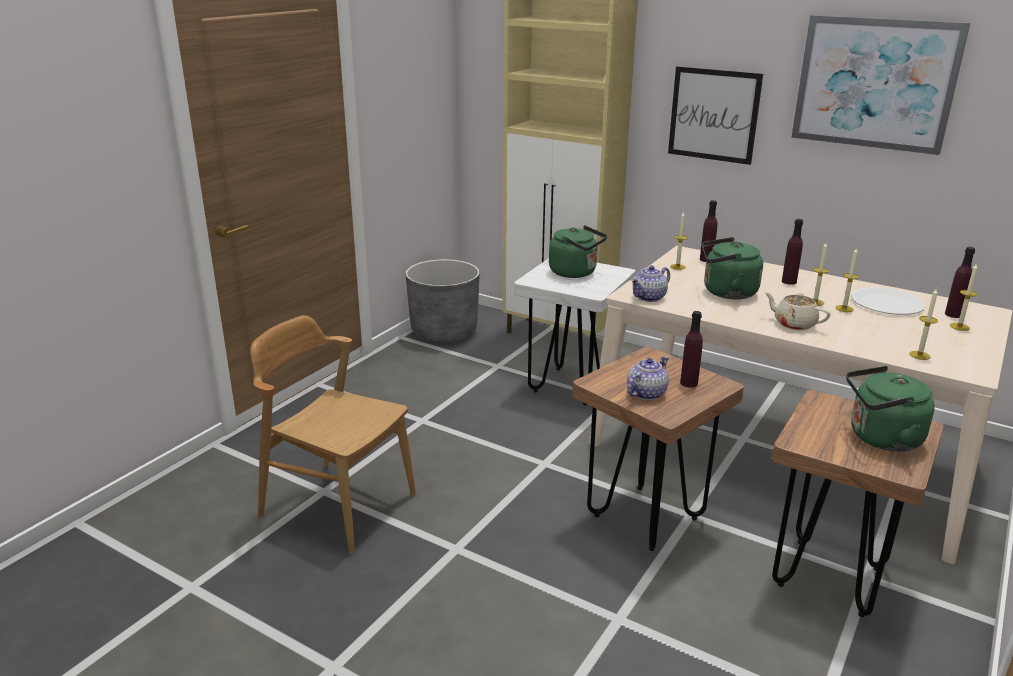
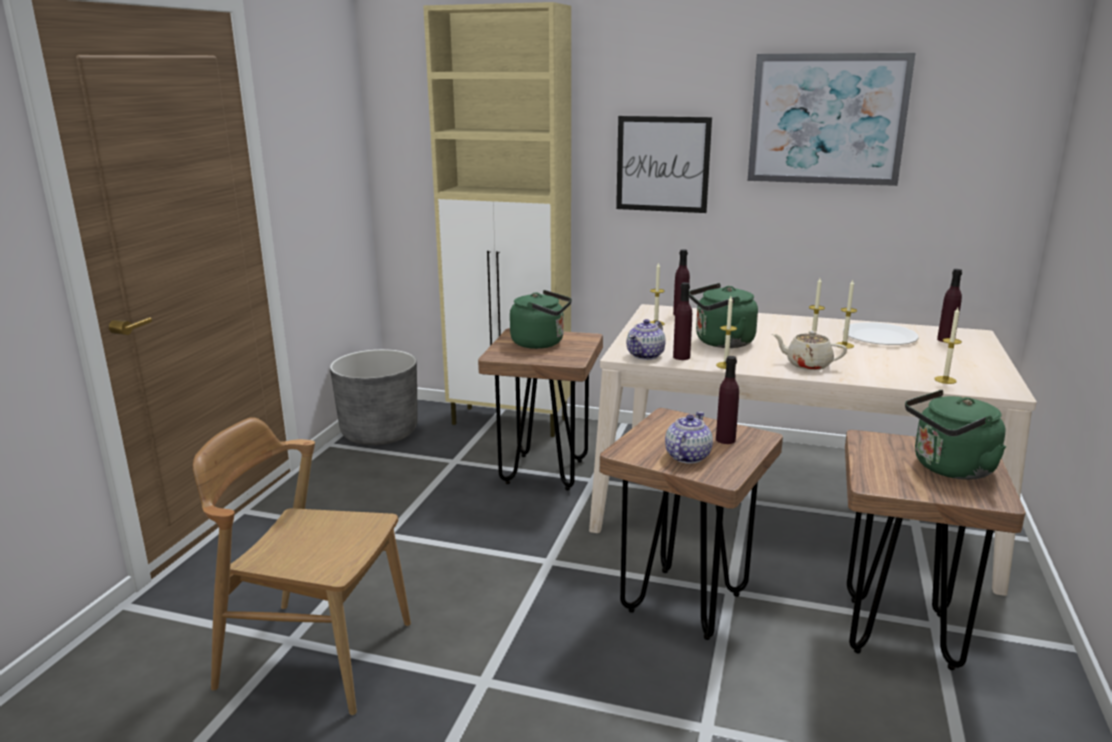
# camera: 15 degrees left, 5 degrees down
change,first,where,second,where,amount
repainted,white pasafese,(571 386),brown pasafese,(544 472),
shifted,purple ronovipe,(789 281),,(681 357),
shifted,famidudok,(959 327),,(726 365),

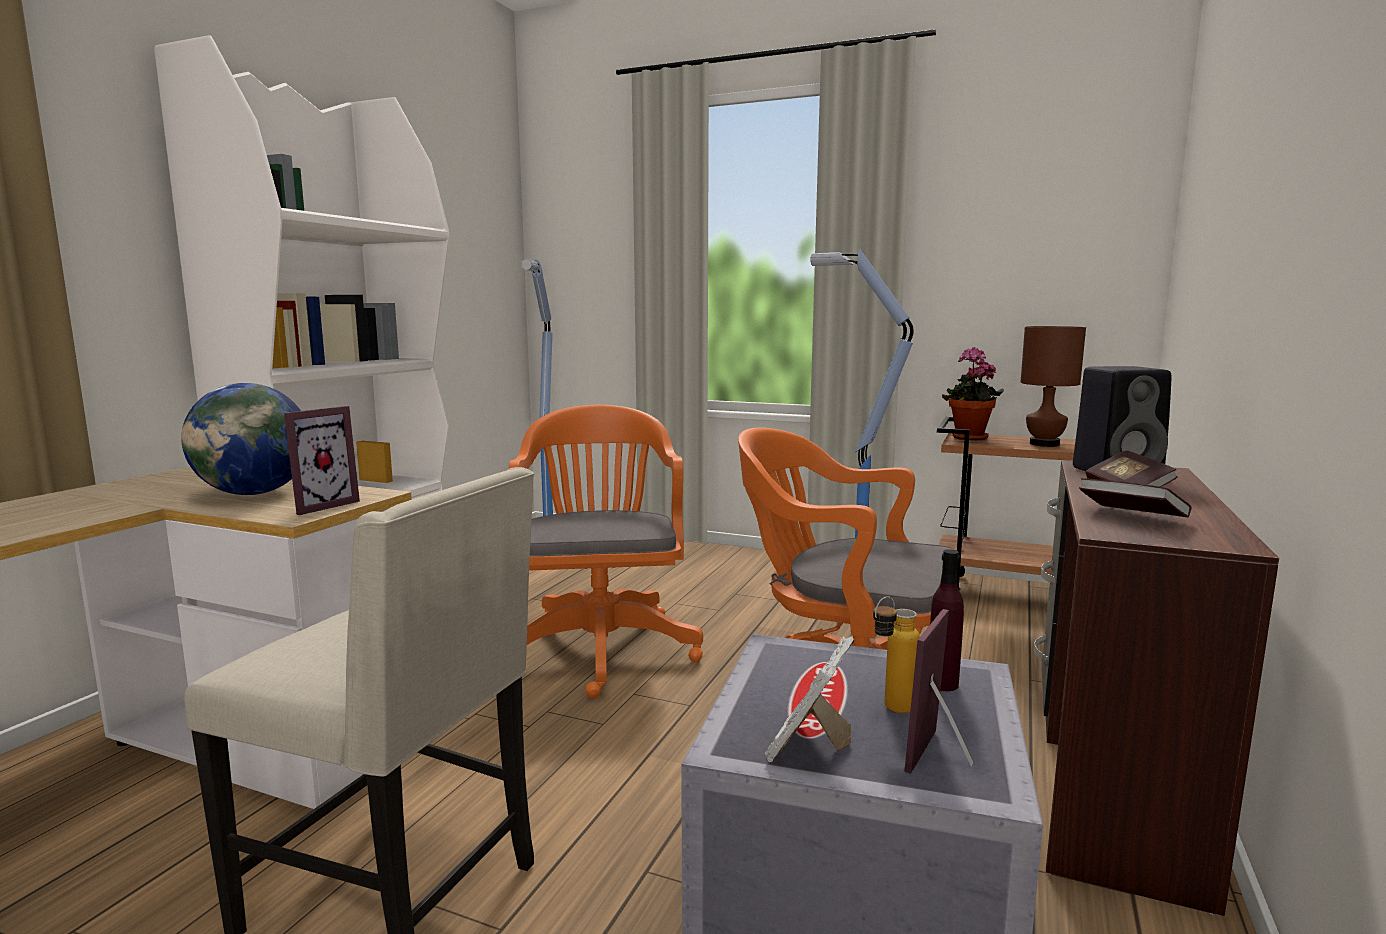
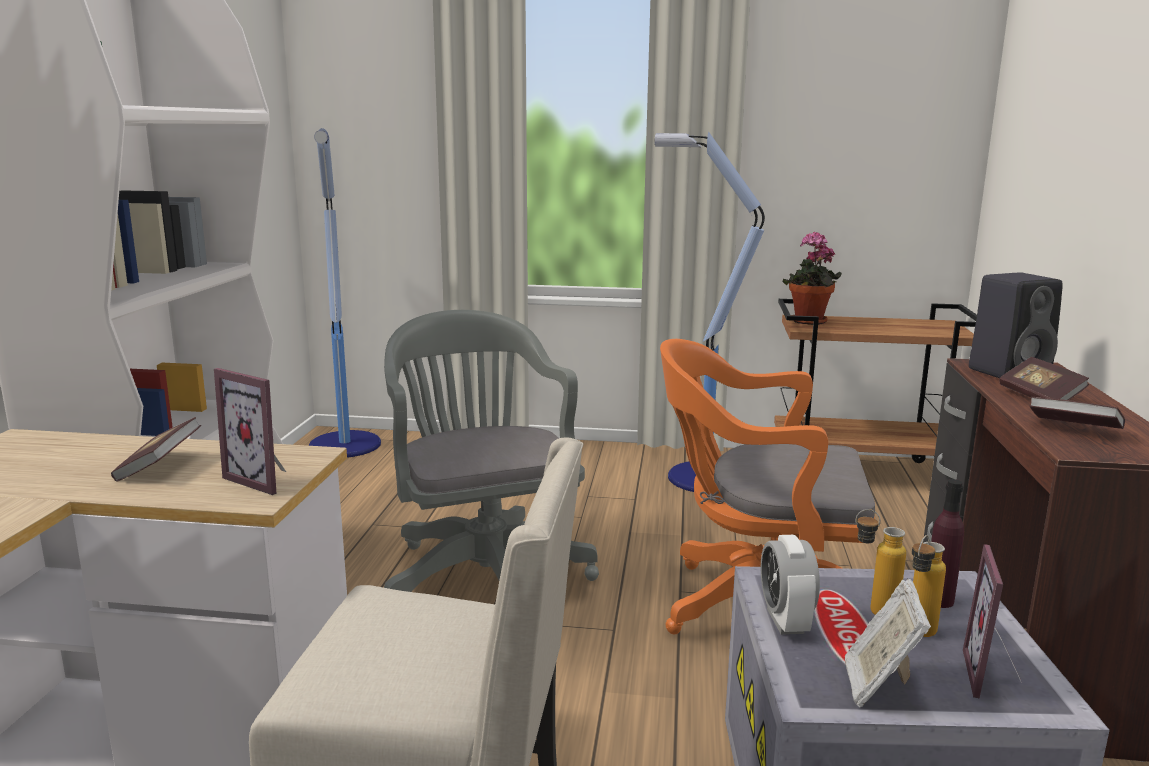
# camera: 15 degrees left, 5 degrees up
change,first,where,second,where,amount
swapped,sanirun,(254 493),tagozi,(159 466),
rotated,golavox,(319 505),,(265 479),105 degrees clockwise
repainted,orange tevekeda,(601 645),grey tevekeda,(483 572),
gone,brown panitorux,(1044 444),,,
new,,,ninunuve,(785 621),
new,,,ronovipe,(872 611),

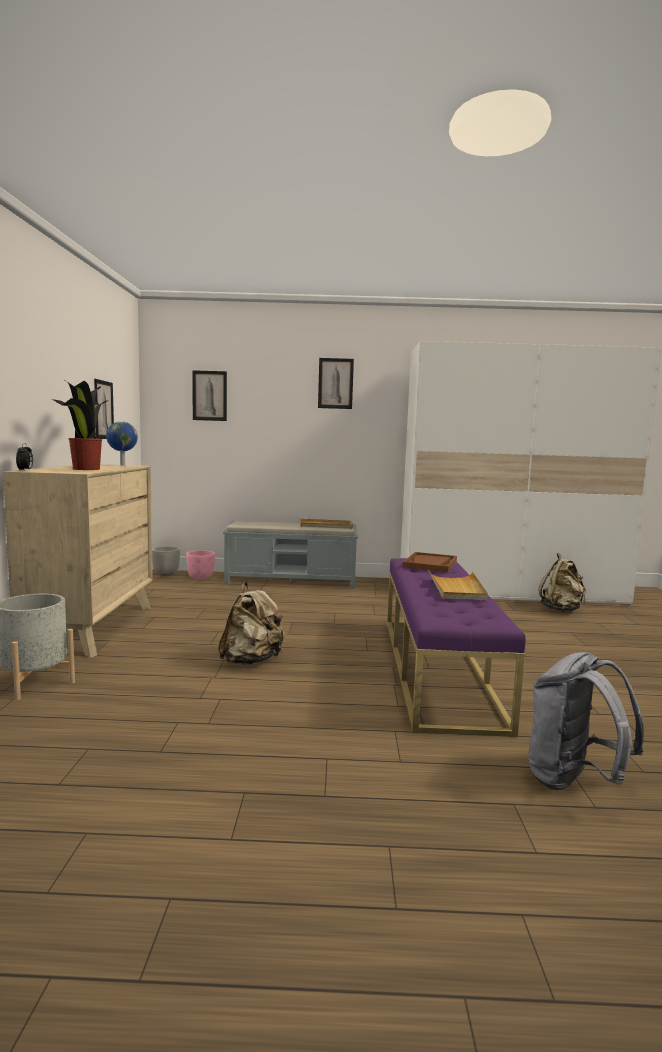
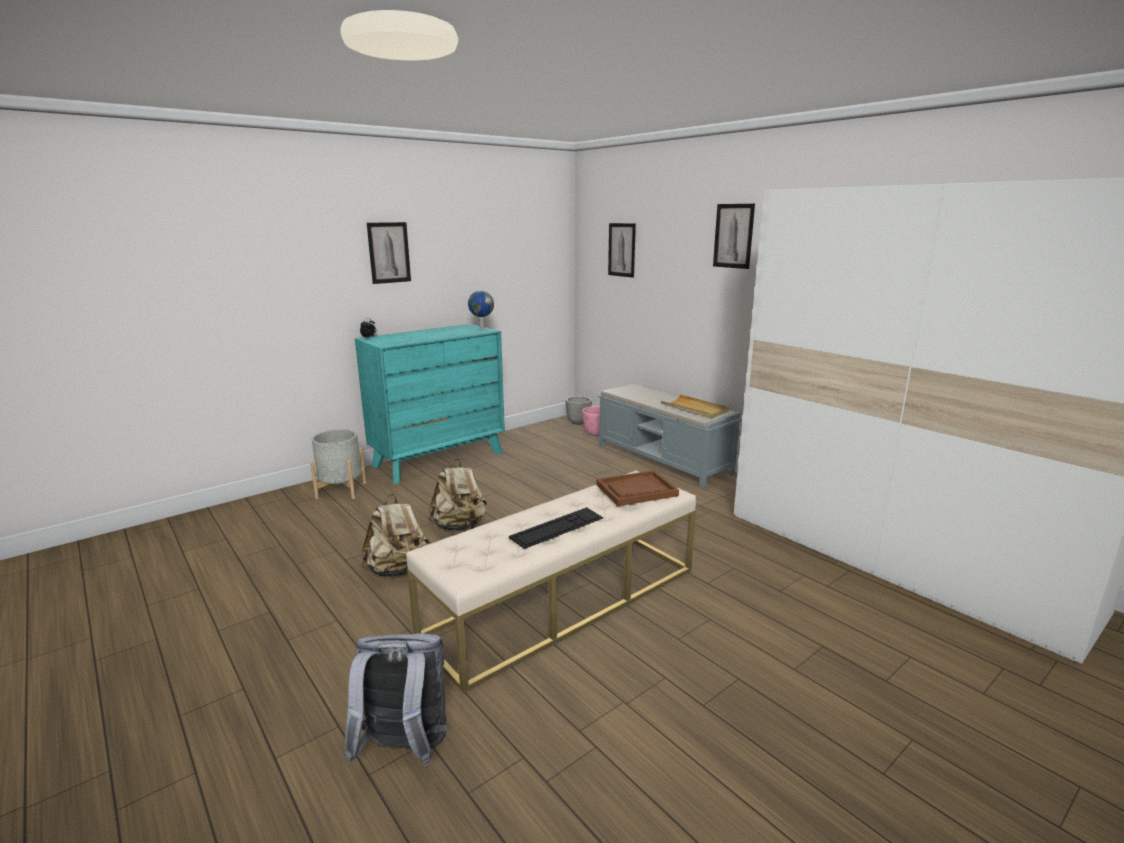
# camera: 50 degrees right, 10 degrees up
change,first,where,second,where,amount
repainted,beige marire,(92 627),turquoise marire,(439 459),
gone,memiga,(85 469),,,
shifted,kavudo,(103 410),,(389 252),
repainted,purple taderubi,(437 668),beige taderubi,(564 602),
swapped,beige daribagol,(457 588),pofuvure,(557 527),
shifted,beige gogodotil,(561 610),,(398 570),

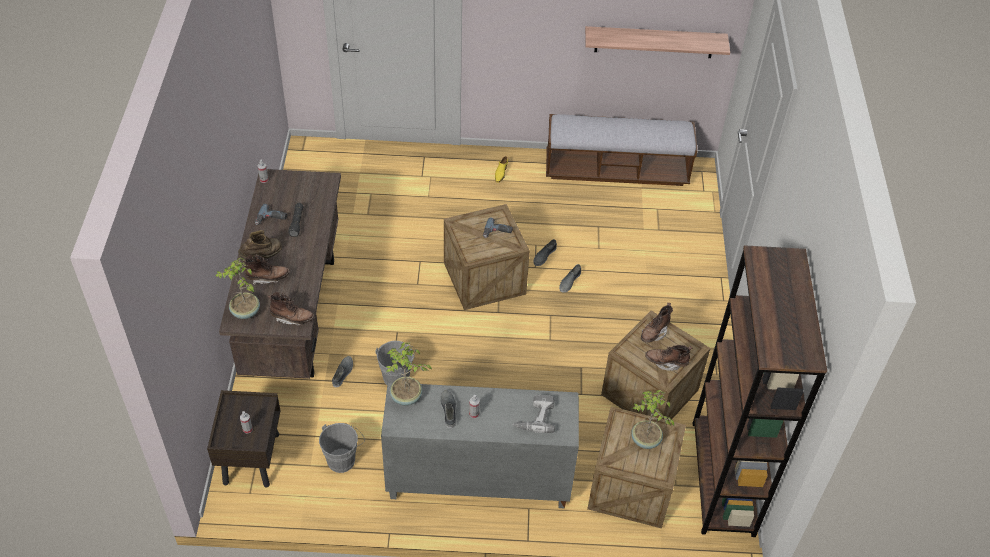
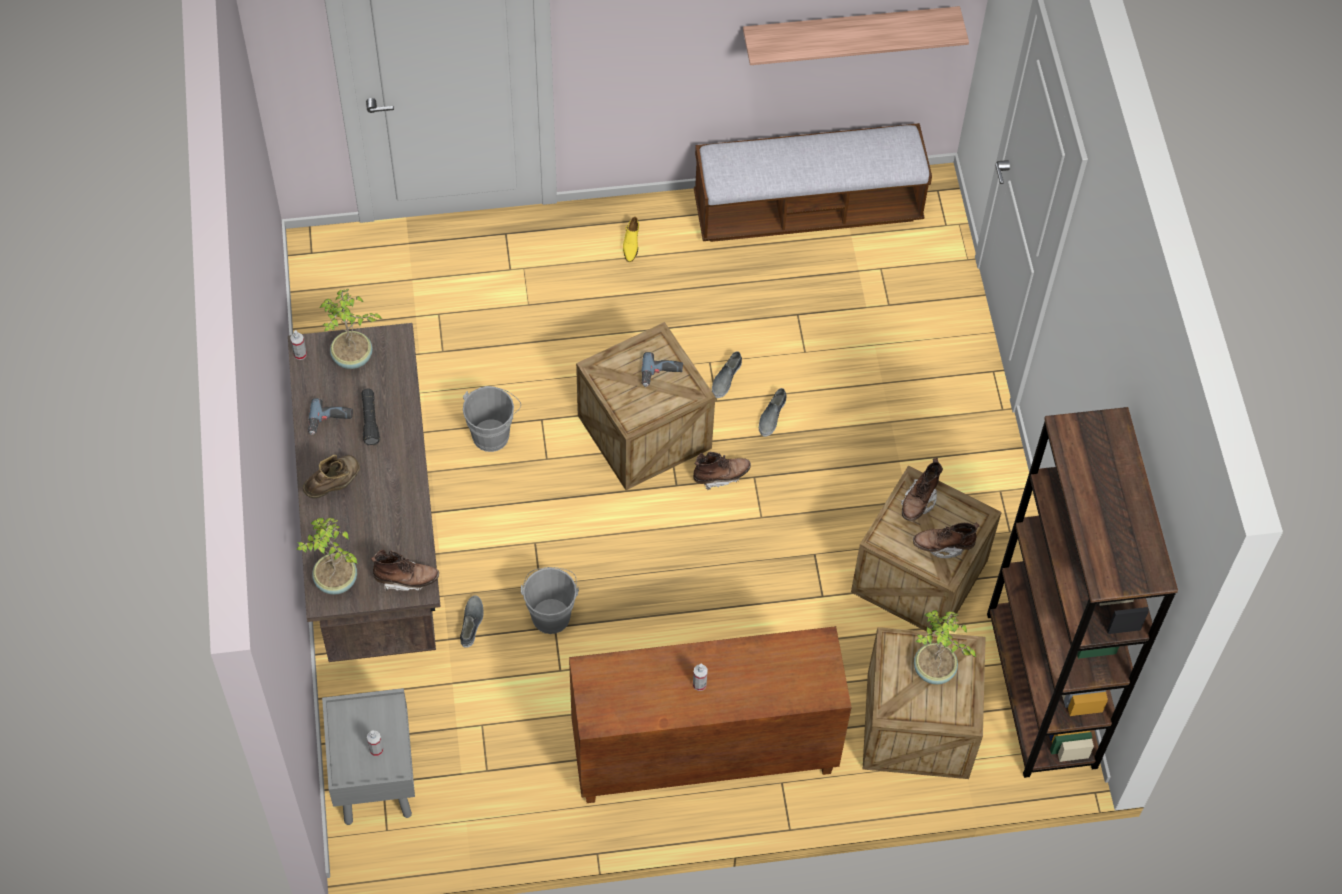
# camera: 10 degrees left, 10 degrees up
change,first,where,second,where,amount
repainted,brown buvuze,(251 458),grey buvuze,(374 777),
shifted,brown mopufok,(267 278),,(721 475),
shifted,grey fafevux,(343 459),,(493 432),
repainted,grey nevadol,(477 481),brown nevadol,(702 755),
shifted,memiga,(406 397),,(352 358),
gone,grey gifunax,(448 410),,,
gone,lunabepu,(534 417),,,

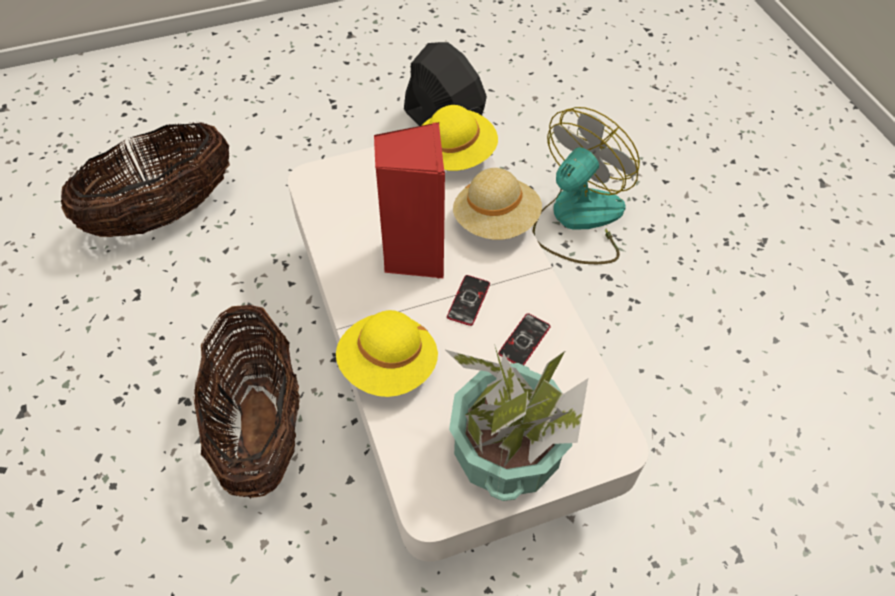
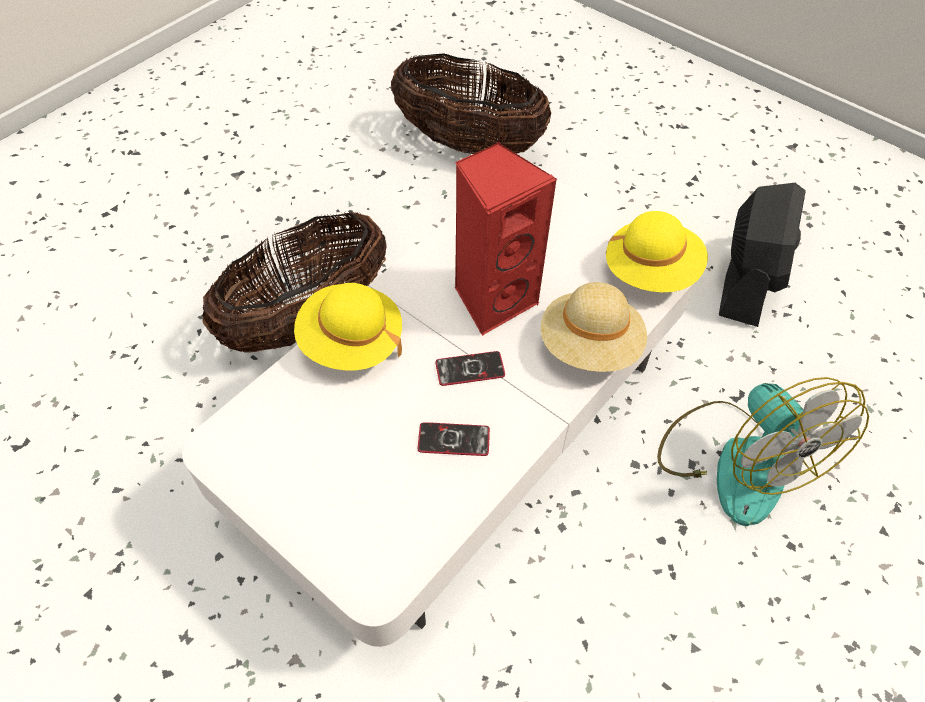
# camera: 60 degrees right, 0 degrees up
change,first,where,second,where,amount
gone,memiga,(507 450),,,
rotated,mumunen,(577 220),,(736 460),60 degrees clockwise

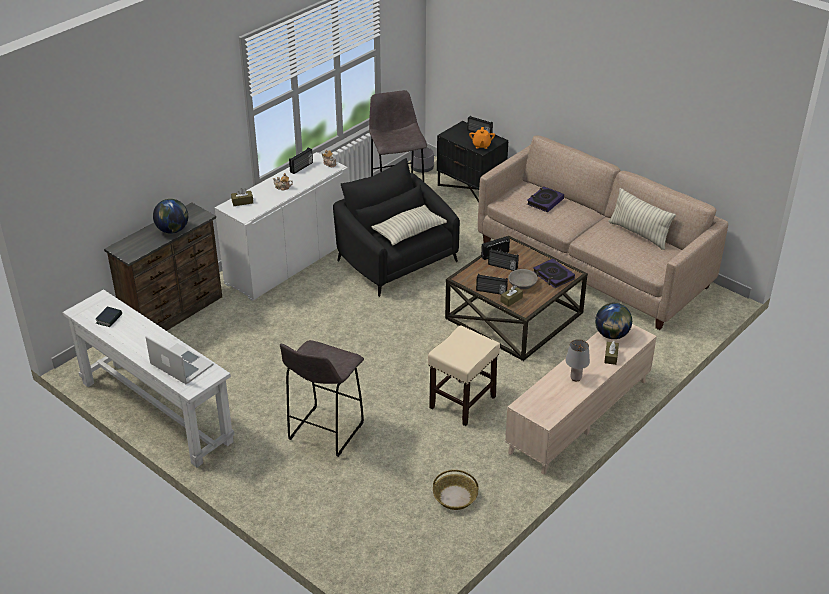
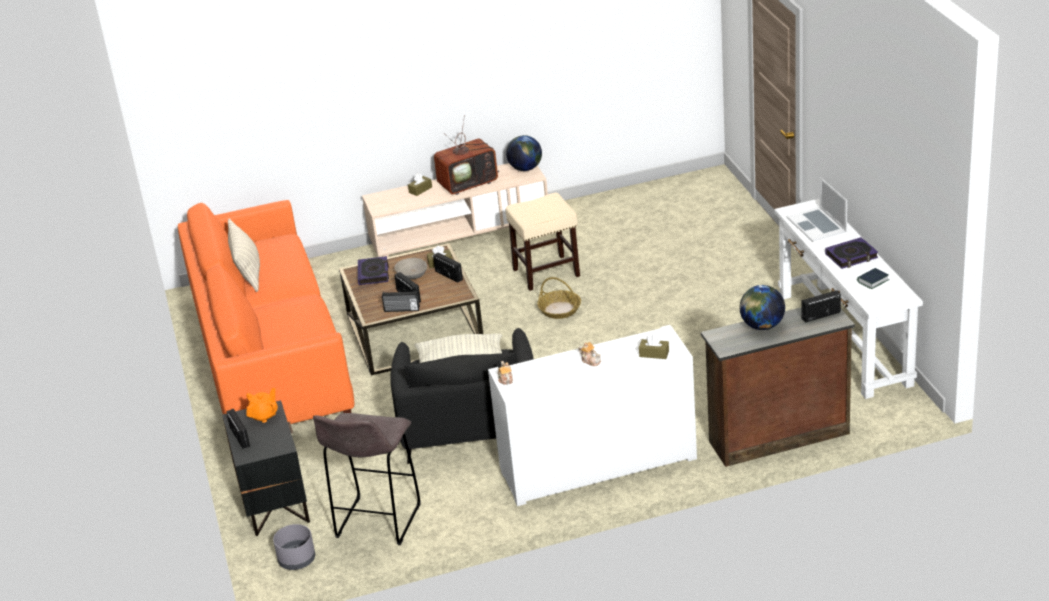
# camera: 145 degrees left, 5 degrees down
change,first,where,second,where,amount
gone,grey pasafese,(324 432),,,
shifted,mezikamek,(302 167),,(820 315),
shifted,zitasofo,(455 497),,(560 309),
repainted,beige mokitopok,(593 264),orange mokitopok,(271 359),
shifted,tagozi,(545 201),,(851 256),
swapped,grey panitorux,(575 378),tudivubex,(468 183),
shifted,sanirun,(612 335),,(525 168),

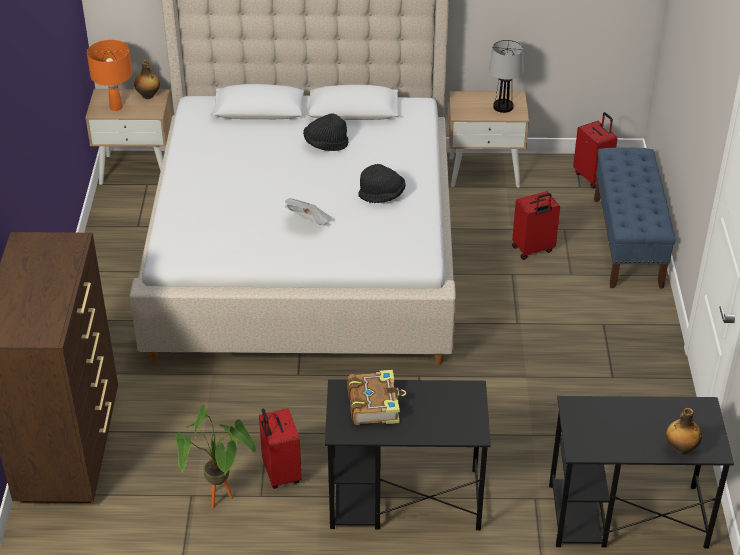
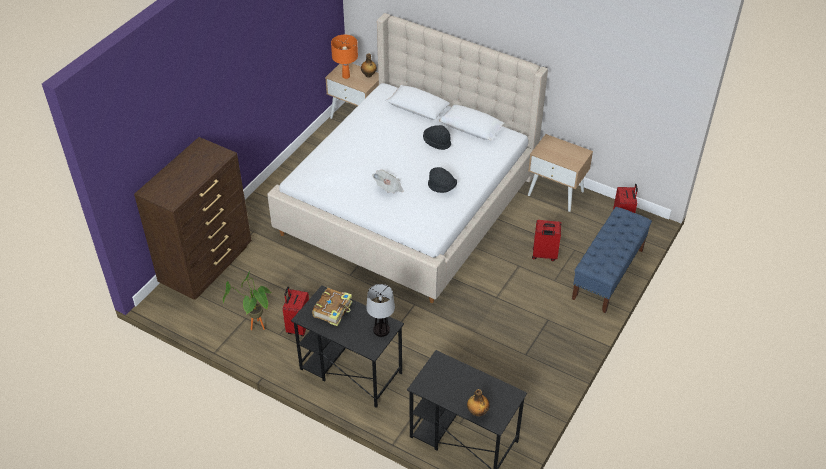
# camera: 30 degrees right, 5 degrees up
change,first,where,second,where,amount
shifted,panitorux,(503 107),,(381 330),

